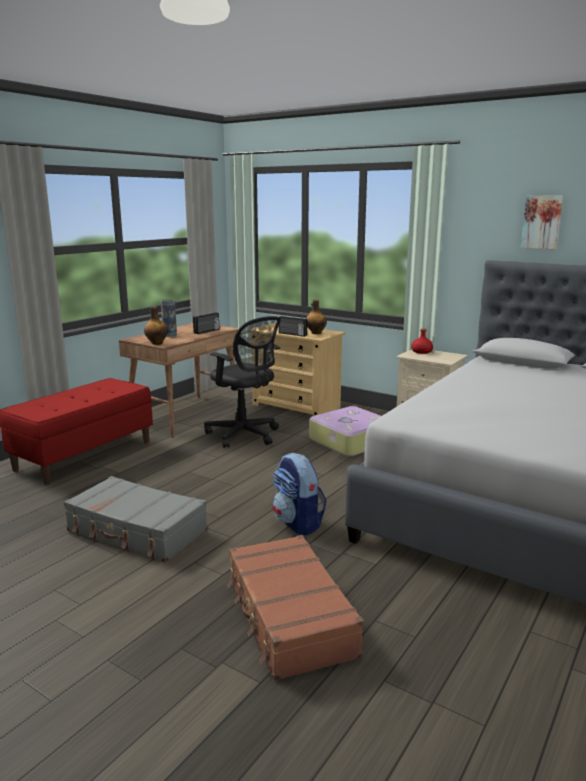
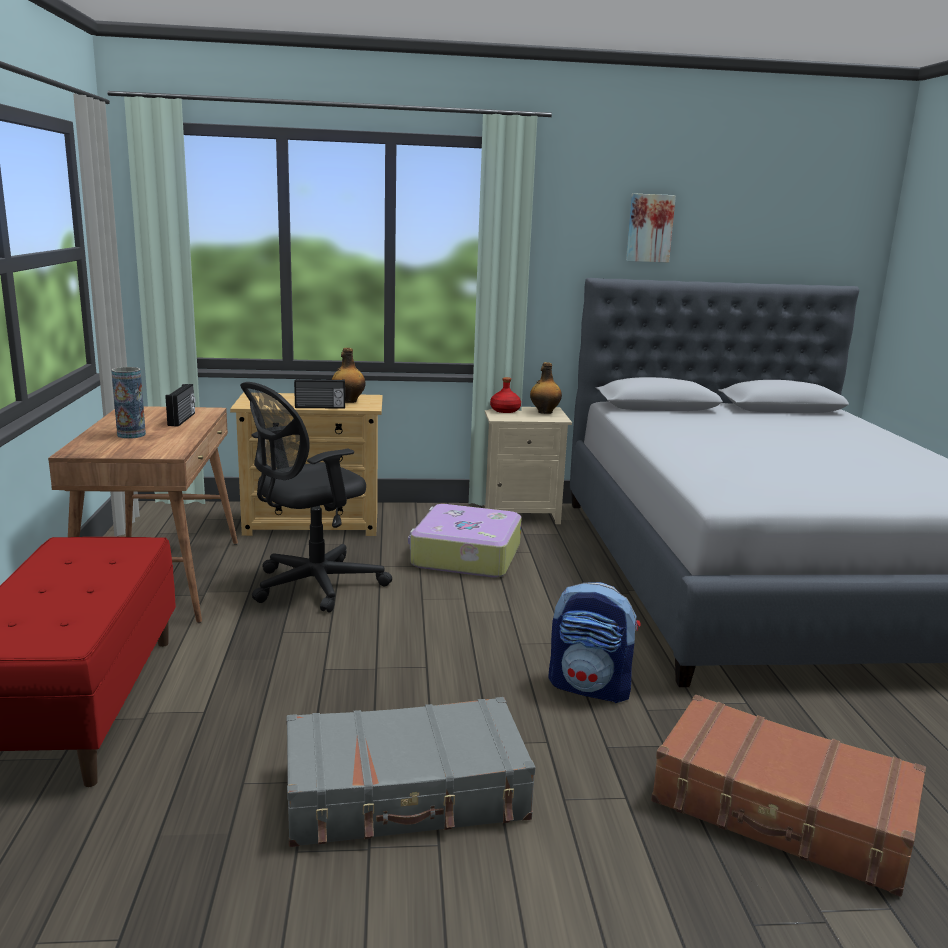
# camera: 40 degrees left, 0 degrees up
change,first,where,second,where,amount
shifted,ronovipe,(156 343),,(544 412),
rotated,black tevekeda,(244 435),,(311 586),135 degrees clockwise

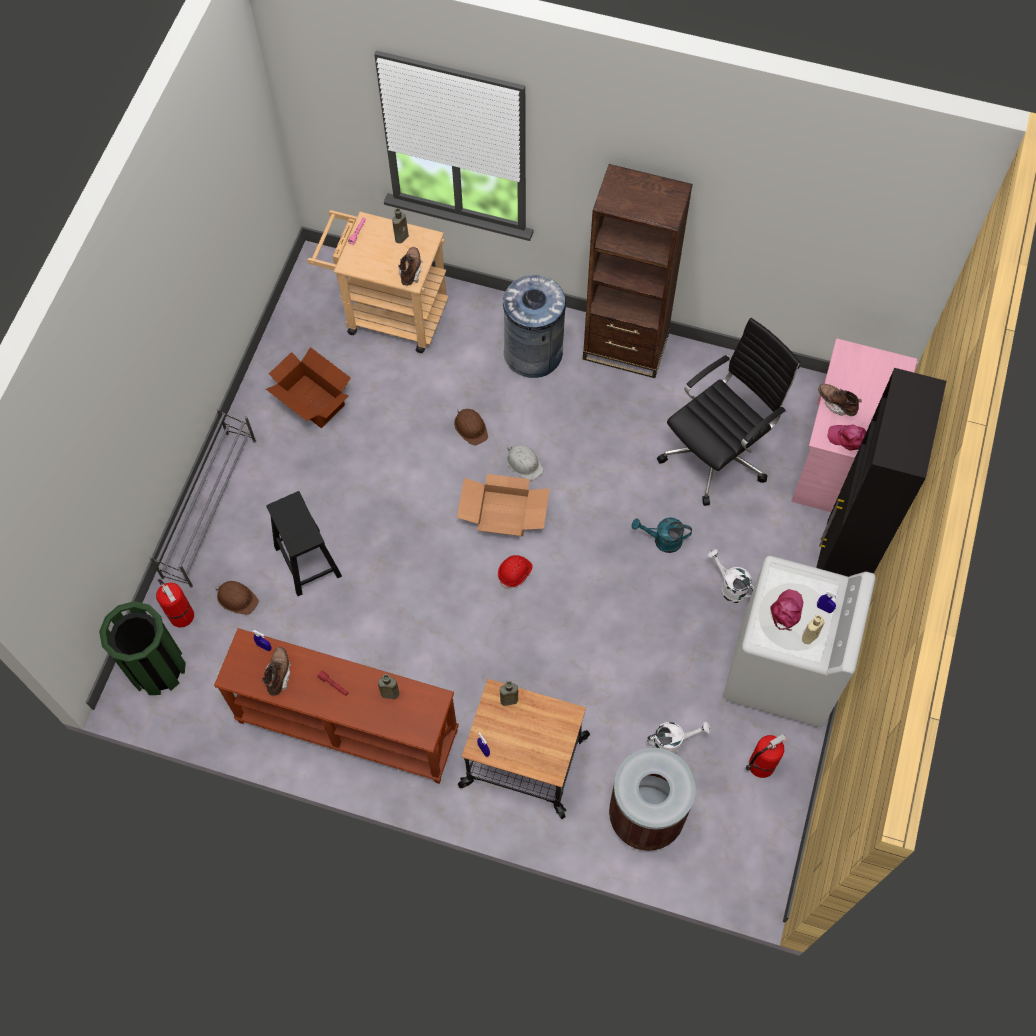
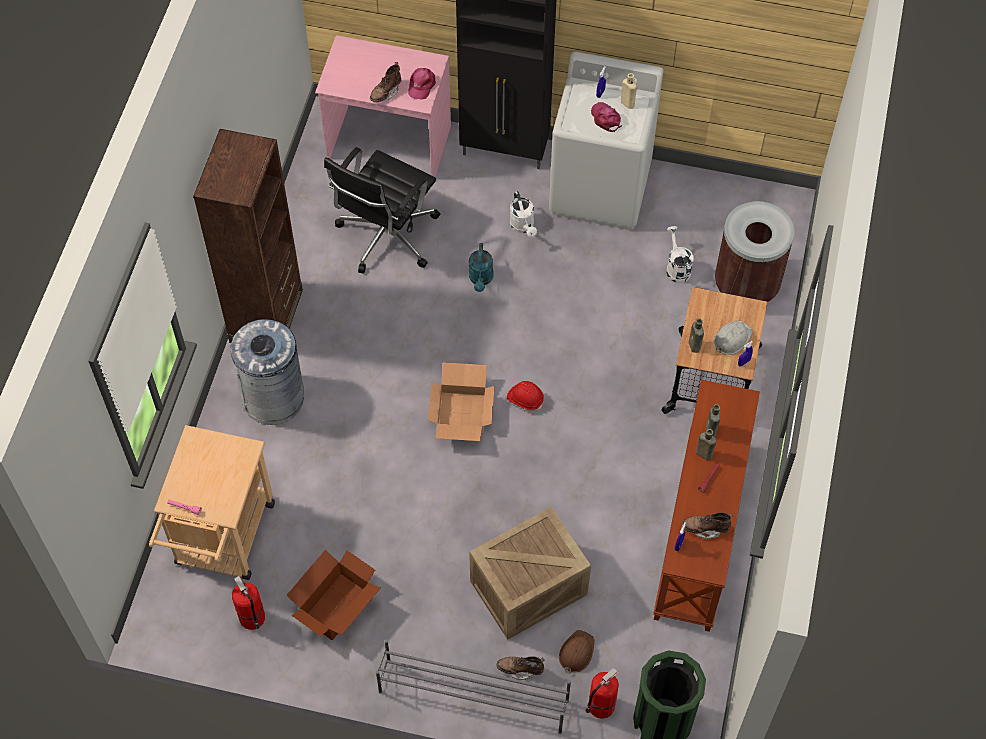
# camera: 95 degrees left, 5 degrees down
change,first,where,second,where,amount
swapped,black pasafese,(307 560),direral,(527 589),
shifted,brown ronovipe,(402 236),,(703 453),
shifted,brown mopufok,(410 271),,(520 669),
gone,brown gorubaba,(471 427),,,
shifted,white gorubaba,(524 463),,(732 338),
rotated,black tevekeda,(718 453),,(386 237),105 degrees counterclockwise
rotated,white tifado,(729 586),,(523 227),60 degrees counterclockwise
shifted,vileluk,(760 765),,(253 618),
rotated,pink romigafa,(786 611),,(606 118),45 degrees clockwise

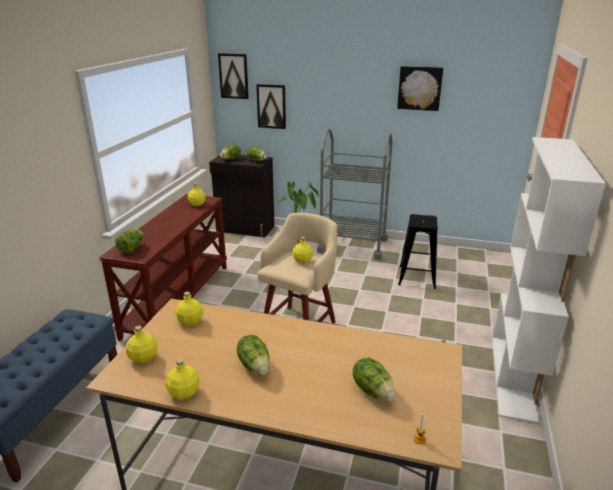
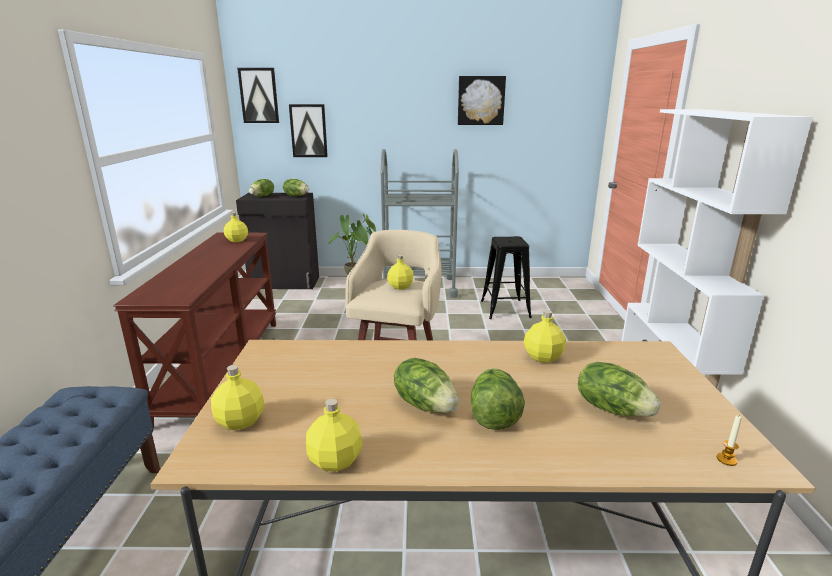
# camera: 15 degrees left, 5 degrees down
change,first,where,second,where,amount
shifted,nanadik,(132 249),,(493 416),
shifted,yellow ronovipe,(190 321),,(542 357),

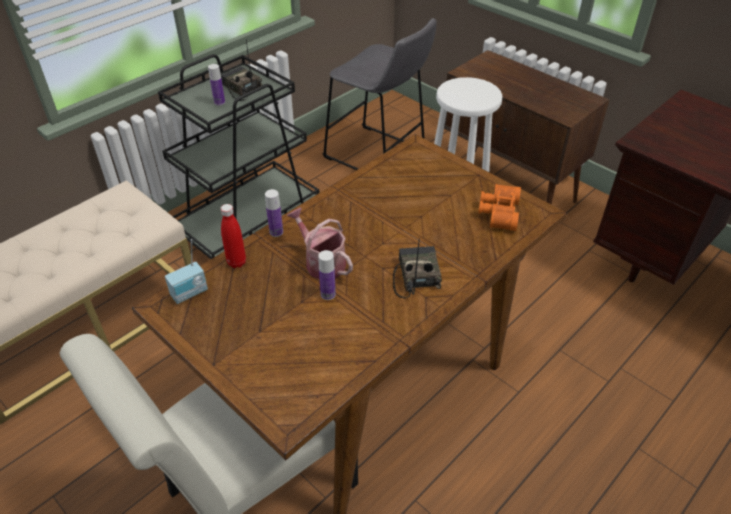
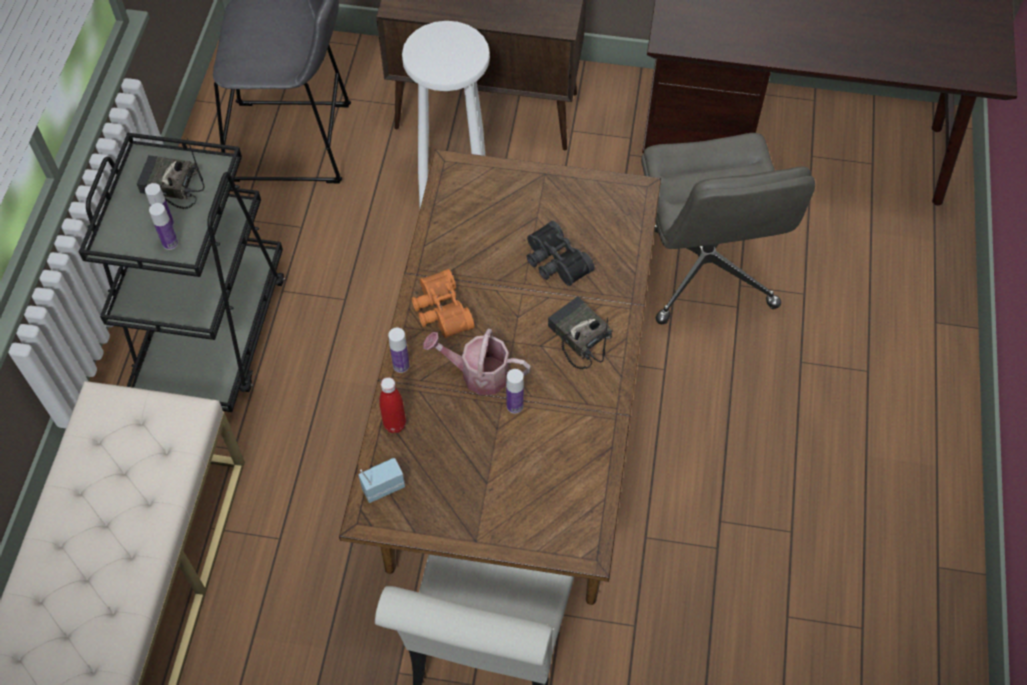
# camera: 35 degrees left, 15 degrees up
change,first,where,second,where,amount
rotated,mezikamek,(190 293),,(382 486),135 degrees counterclockwise
shifted,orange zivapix,(497 213),,(440 311),
new,,,ronovipe,(170 243),
new,,,black zivapix,(554 262),
new,,,grey tevekeda,(705 268),

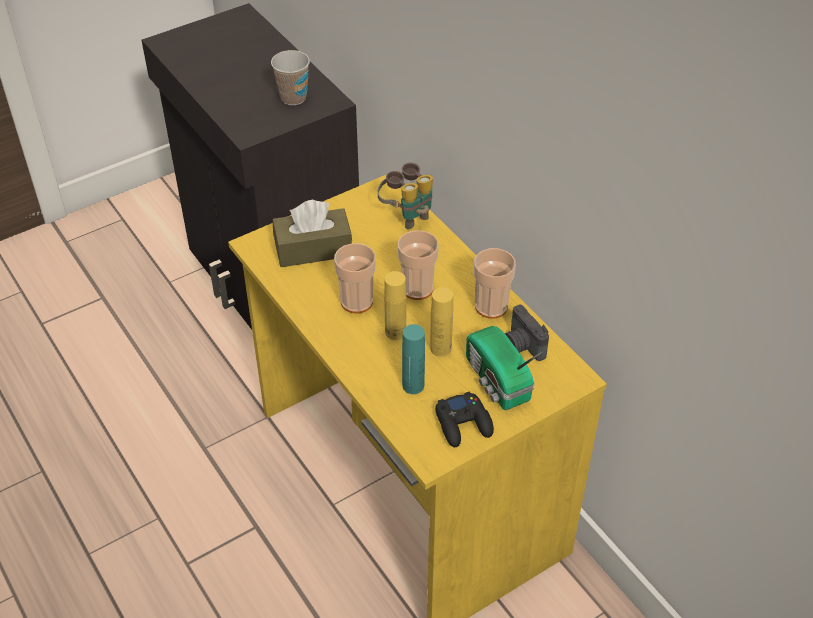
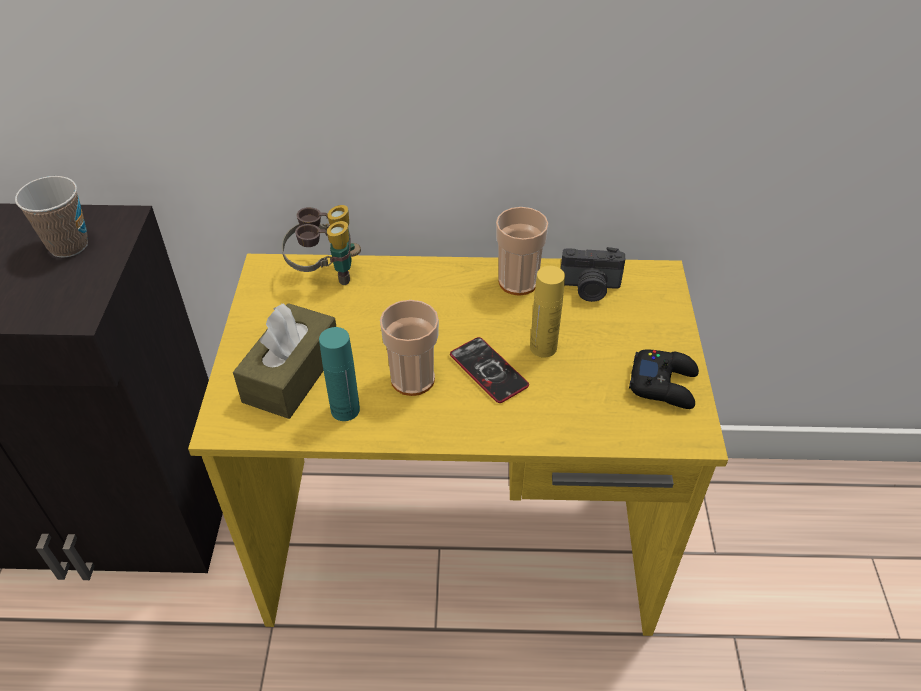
# camera: 55 degrees left, 0 degrees up
change,first,where,second,where,amount
swapped,yellow ronovipe,(395 332),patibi,(488 370),
gone,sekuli,(417 288),,,
shifted,turquoise ronovipe,(413 385),,(345 410),
gone,mezikamek,(497 382),,,

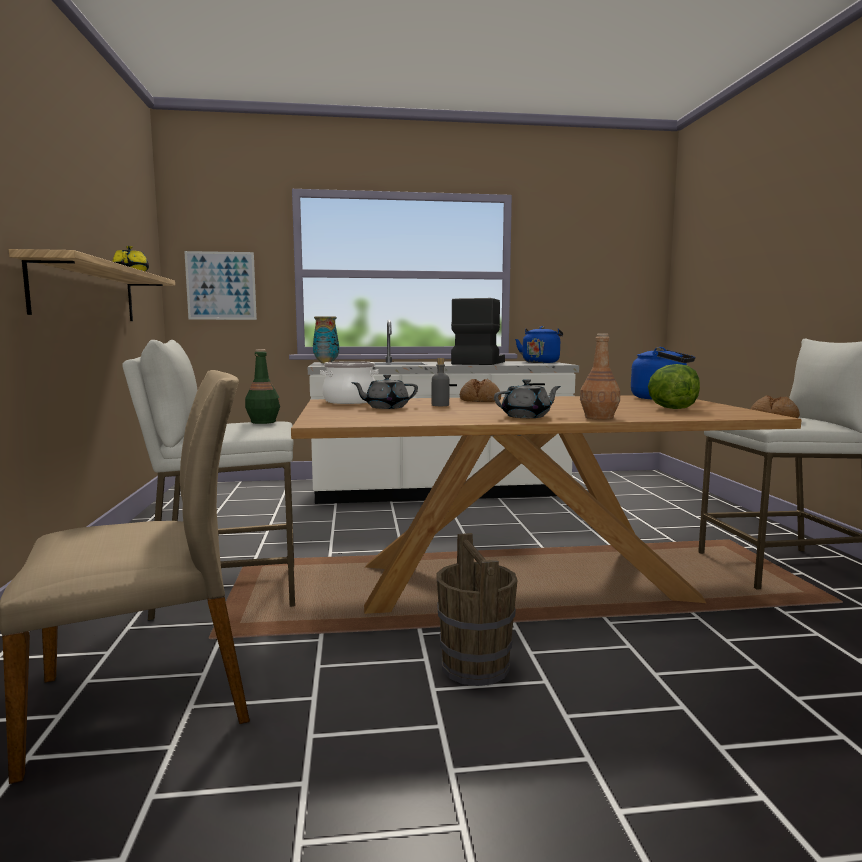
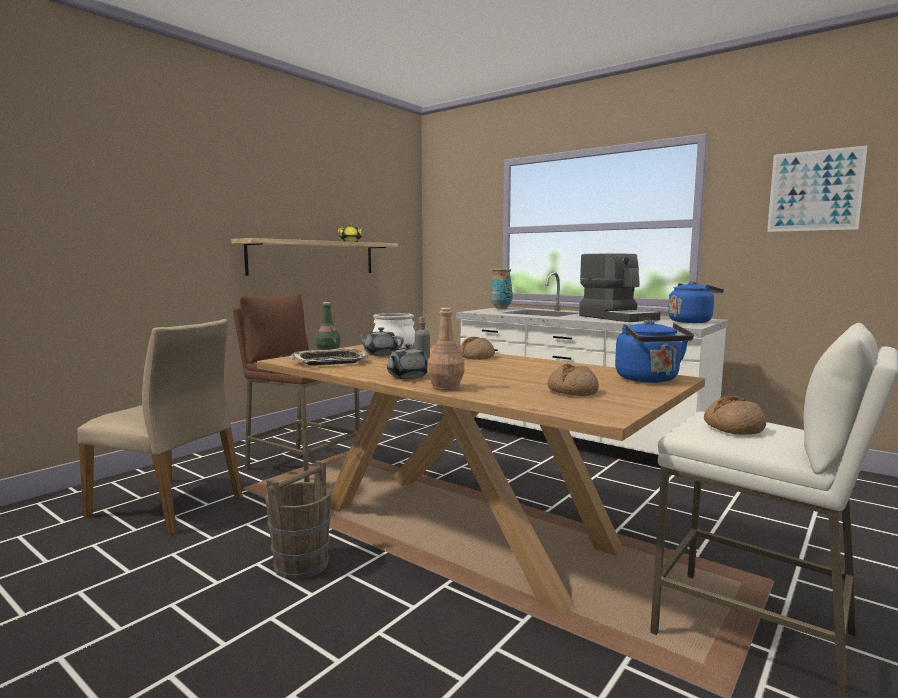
# camera: 45 degrees right, 0 degrees up
change,first,where,second,where,amount
repainted,white pasafese,(227 591),brown pasafese,(302 466),
shifted,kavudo,(221 285),,(814 190),
rotated,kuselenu,(477 363),,(617 317),90 degrees clockwise
rotated,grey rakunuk,(527 416),,(407 376),90 degrees clockwise
swapped,nanadik,(671 408),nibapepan,(572 391),
new,,,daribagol,(330 362),

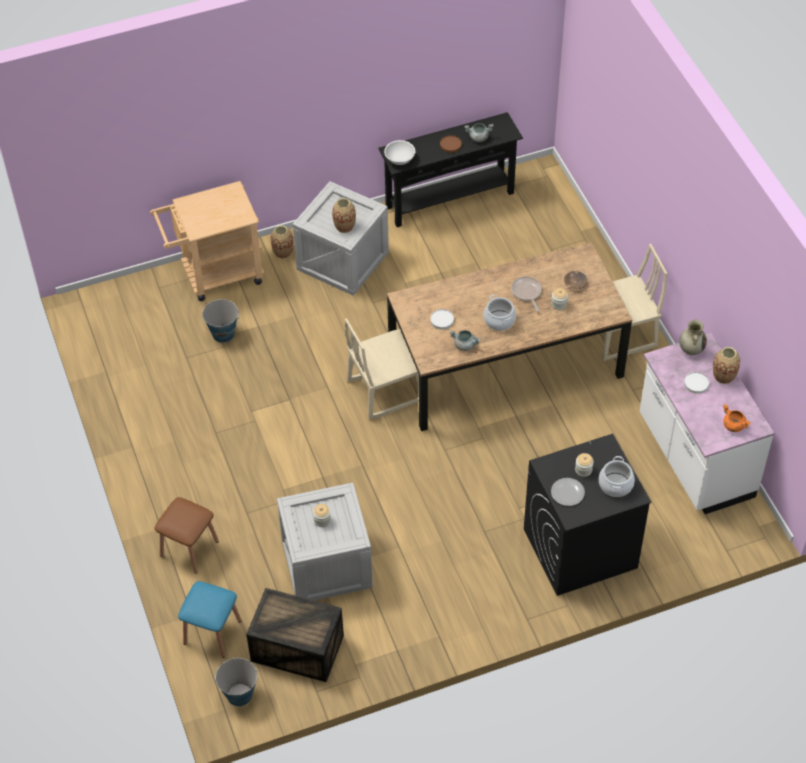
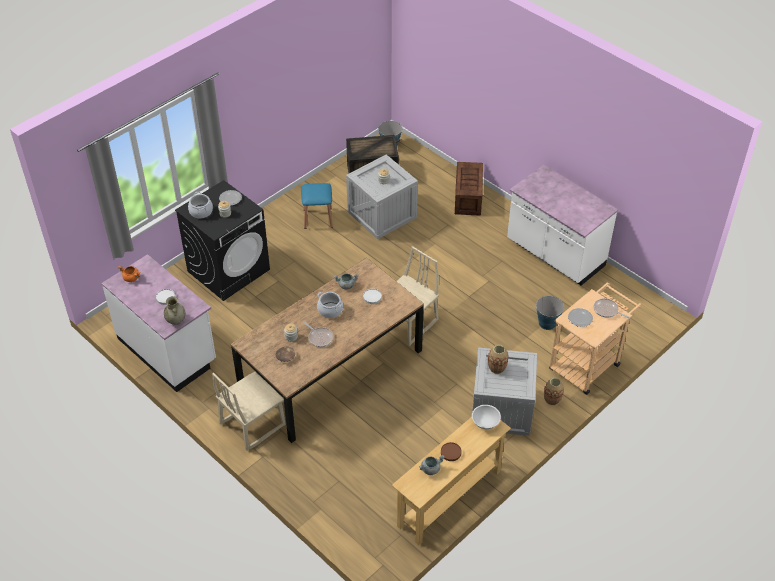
# camera: 155 degrees right, 5 degrees down
change,first,where,second,where,amount
swapped,brown pasafese,(189 548),direral,(468 197),
shifted,blue pasafese,(212 632),,(318 218),
repainted,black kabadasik,(449 199),beige kabadasik,(449 499),
gone,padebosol,(723 376),,,
new,,,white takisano,(554 255),
new,,,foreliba,(580 318),
new,,,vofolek,(607 310),

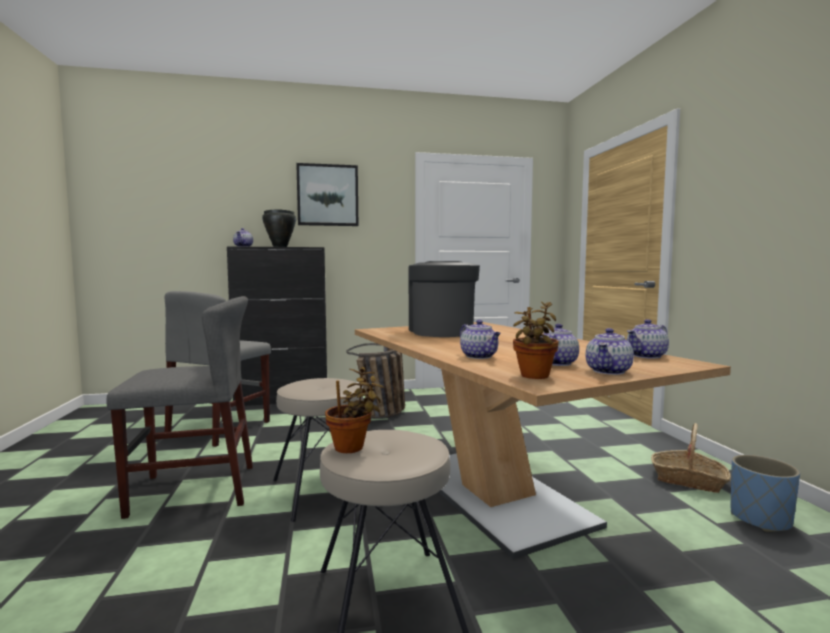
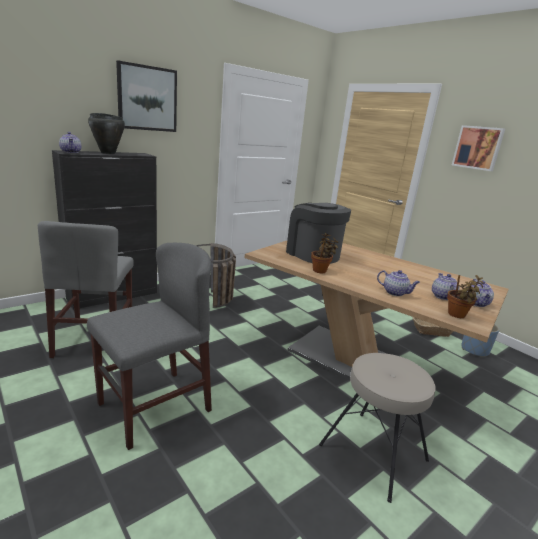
# camera: 30 degrees left, 15 degrees up
change,first,where,second,where,amount
gone,beige pasafese,(322 490),,,
shifted,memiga,(352 447),,(320 270),
gone,rakunuk,(647 356),,,
new,,,kavudo,(478 148),

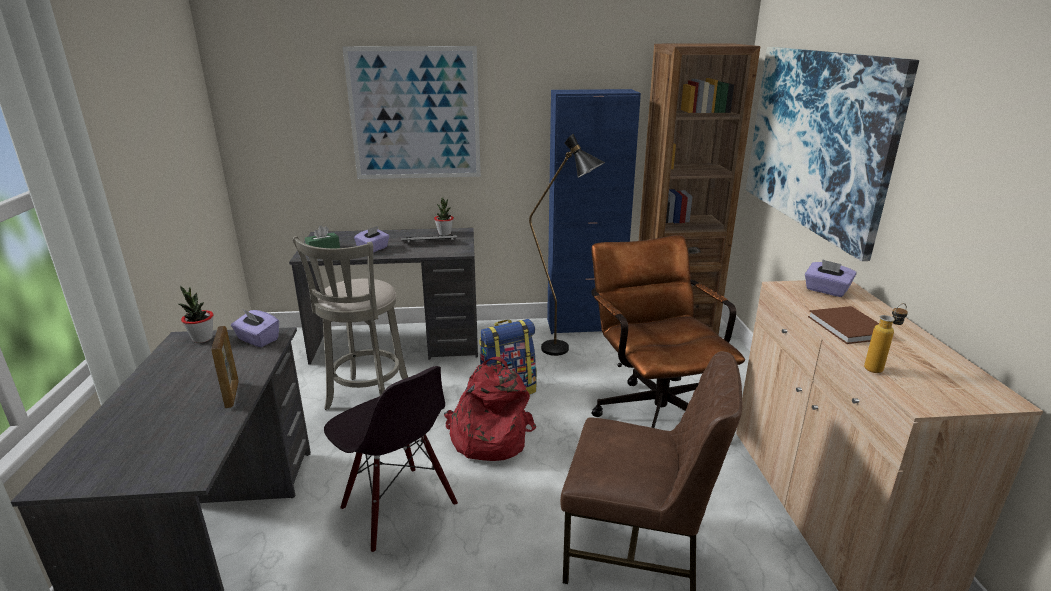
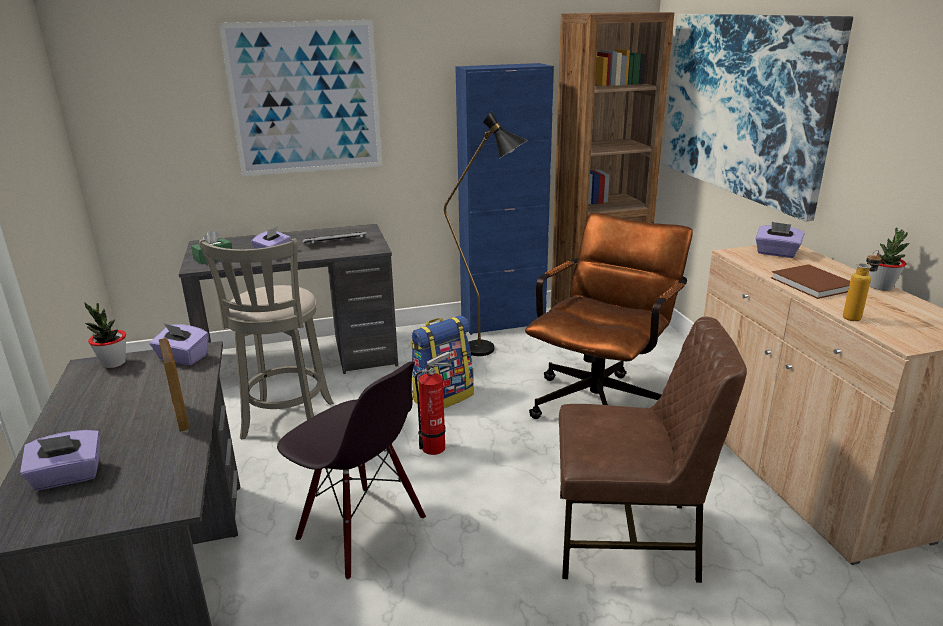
# camera: 10 degrees left, 0 degrees up
change,first,where,second,where,amount
shifted,memiga,(444 233),,(881 287),
swapped,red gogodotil,(488 438),vileluk,(436 447),
rotated,brown tevekeda,(653 410),,(601 399),60 degrees clockwise
new,,,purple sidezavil,(68 476),

